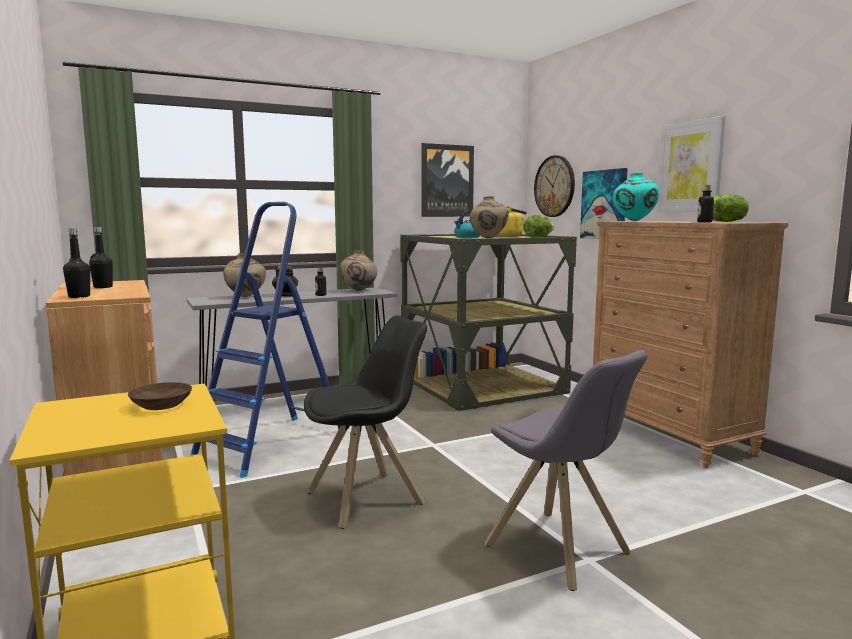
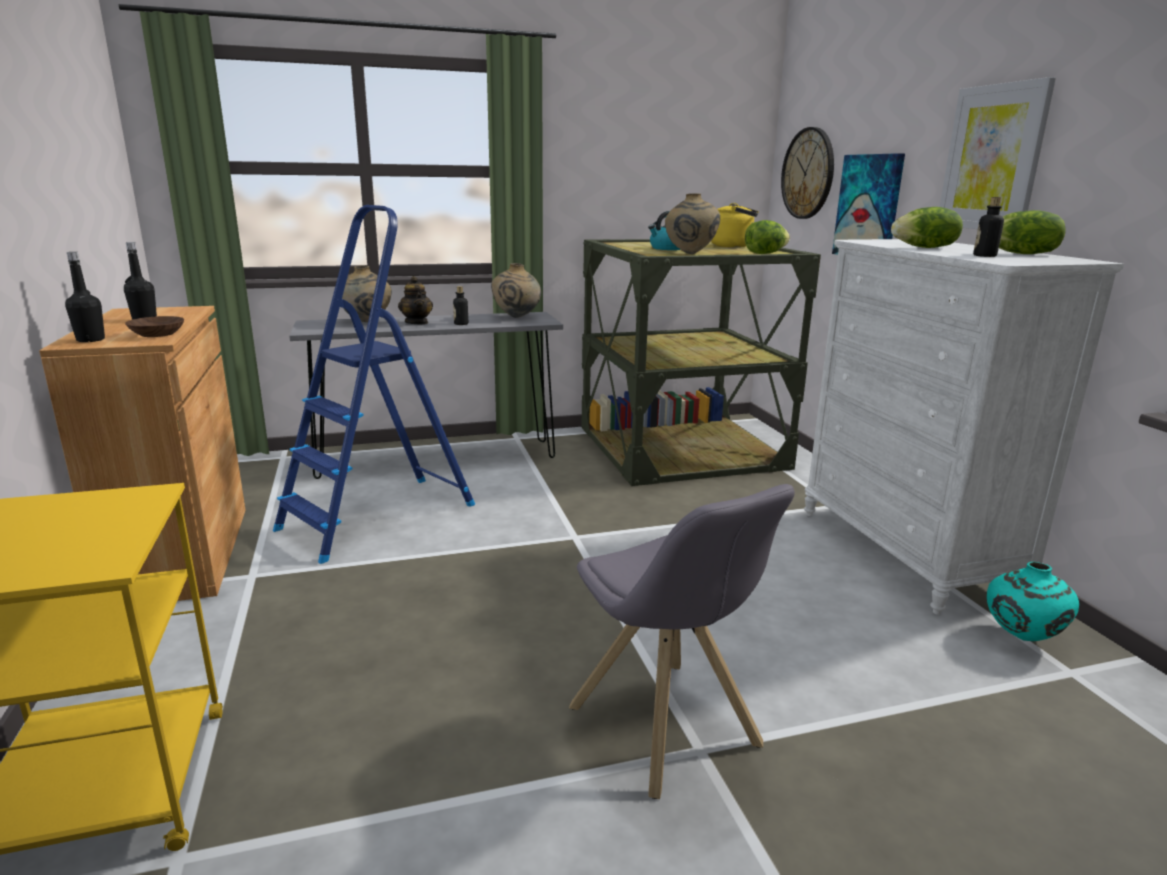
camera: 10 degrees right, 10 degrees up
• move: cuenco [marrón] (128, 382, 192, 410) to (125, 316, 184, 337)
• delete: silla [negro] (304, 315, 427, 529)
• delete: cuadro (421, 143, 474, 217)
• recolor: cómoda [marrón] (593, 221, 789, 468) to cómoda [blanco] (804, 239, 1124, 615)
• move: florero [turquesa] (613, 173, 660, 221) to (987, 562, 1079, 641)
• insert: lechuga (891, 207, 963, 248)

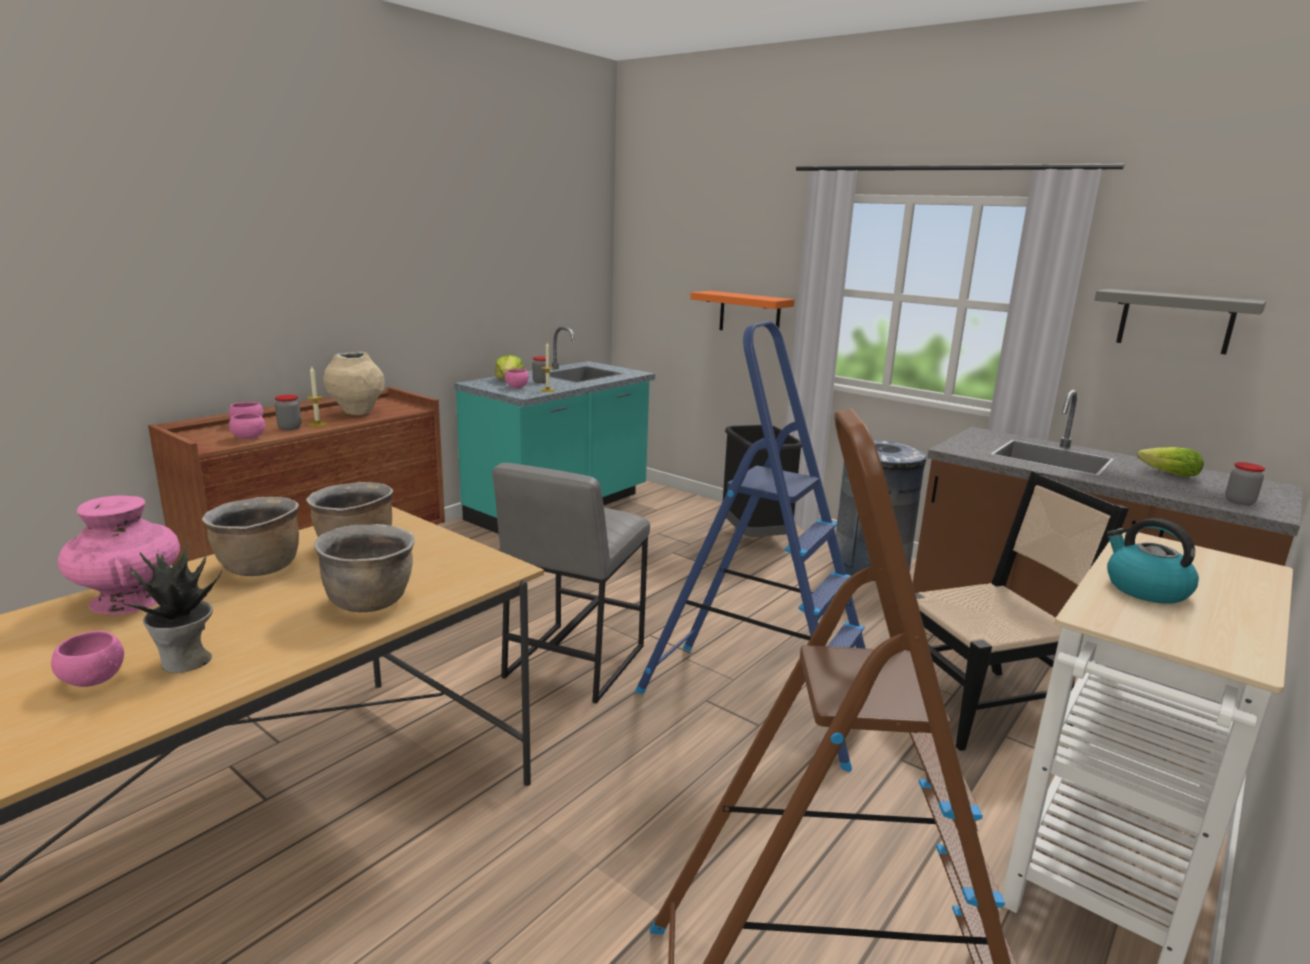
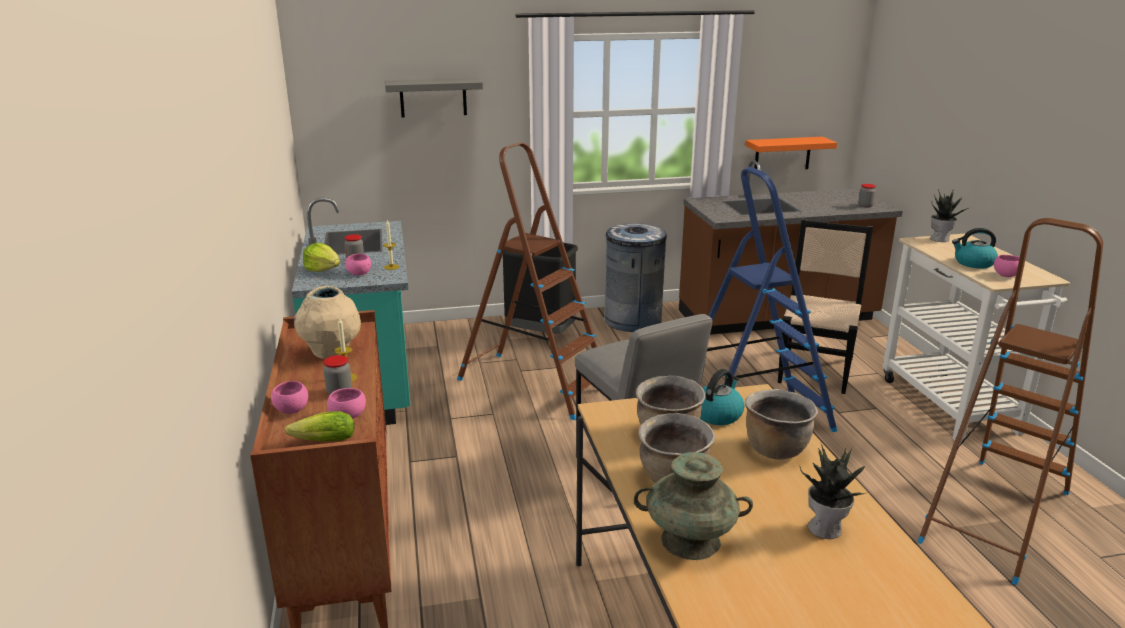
camera: 50 degrees left, 5 degrees up
• move: cuenco [rosa] (51, 631, 124, 687) to (994, 255, 1020, 277)
• recolor: florero [rosa] (58, 496, 180, 615) to florero [turquesa] (634, 452, 753, 560)
• move: estante [naranja] (690, 291, 795, 330) to (745, 137, 837, 169)
• move: estante [gris] (1095, 289, 1266, 355) to (385, 78, 483, 117)
• move: lechuga (1138, 447, 1204, 476) to (285, 411, 354, 441)
• insert: escalera de tijera [marrón] (457, 142, 597, 420)
• insert: hervidor (700, 369, 745, 425)
• insert: planta en maceta (930, 190, 970, 242)

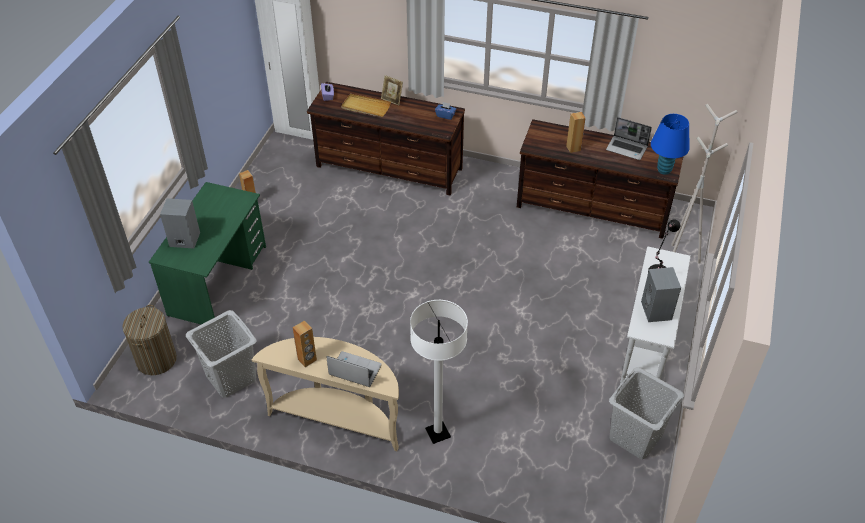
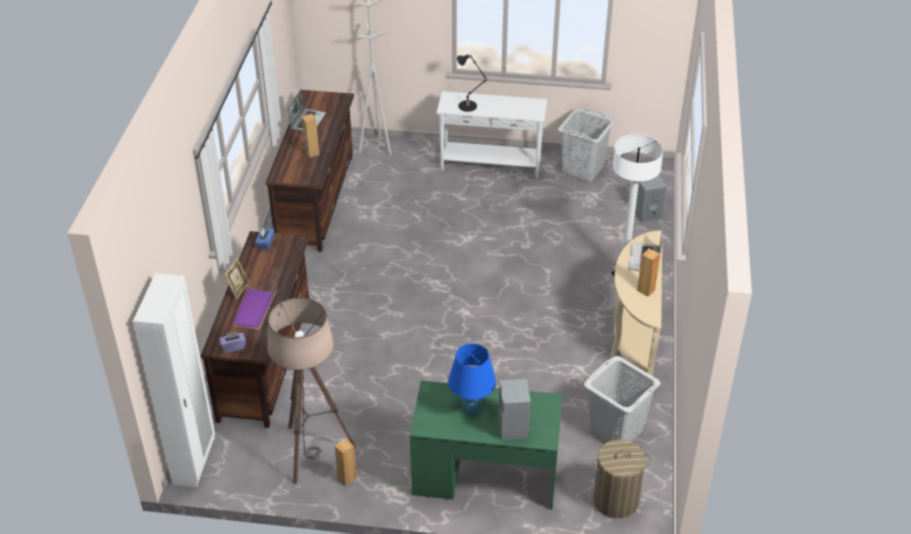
camera: 100 degrees left, 5 degrees down
• recolor: bandeja [beis] (341, 94, 391, 117) to bandeja [morado] (232, 285, 277, 330)
• move: altavoz [gris] (641, 267, 681, 322) to (635, 175, 667, 223)
• move: lámpara de mesa [azul] (651, 114, 690, 175) to (448, 343, 496, 415)
• insert: lámpara de pie (267, 298, 356, 484)

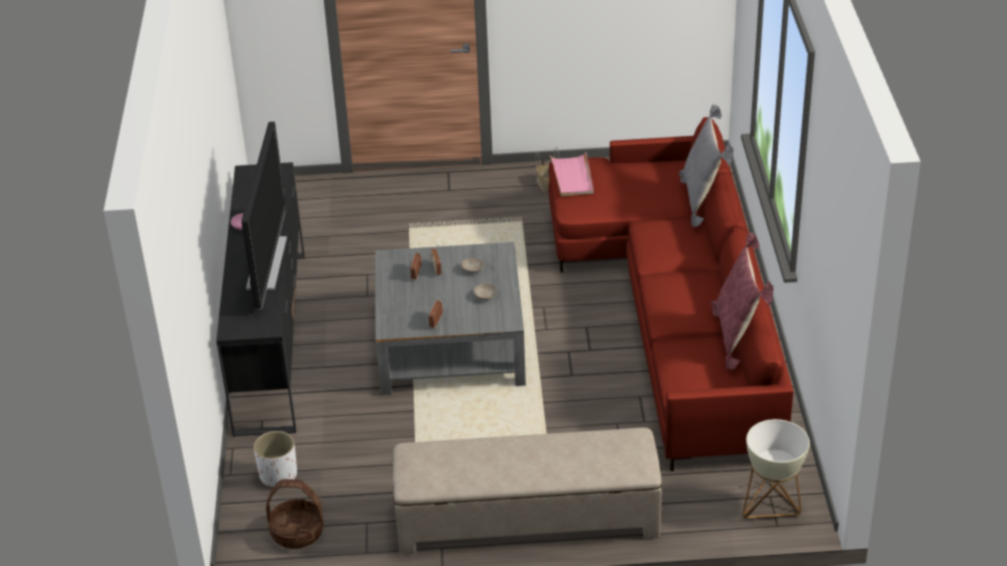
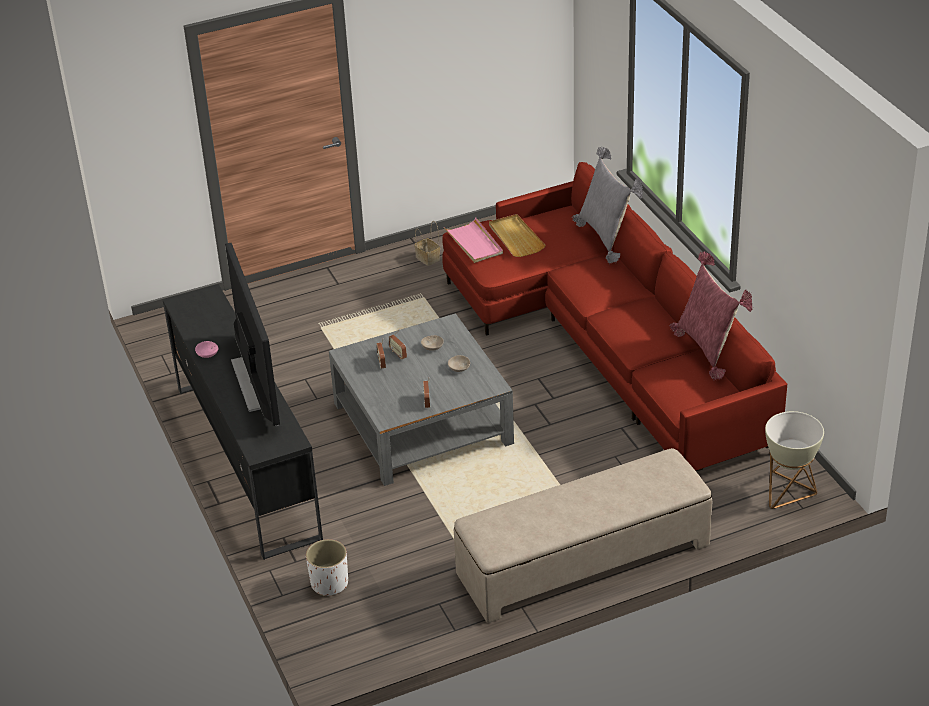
camera: 20 degrees left, 0 degrees up
• delete: cesta (266, 479, 324, 549)
• insert: bandeja [beis] (489, 214, 546, 257)

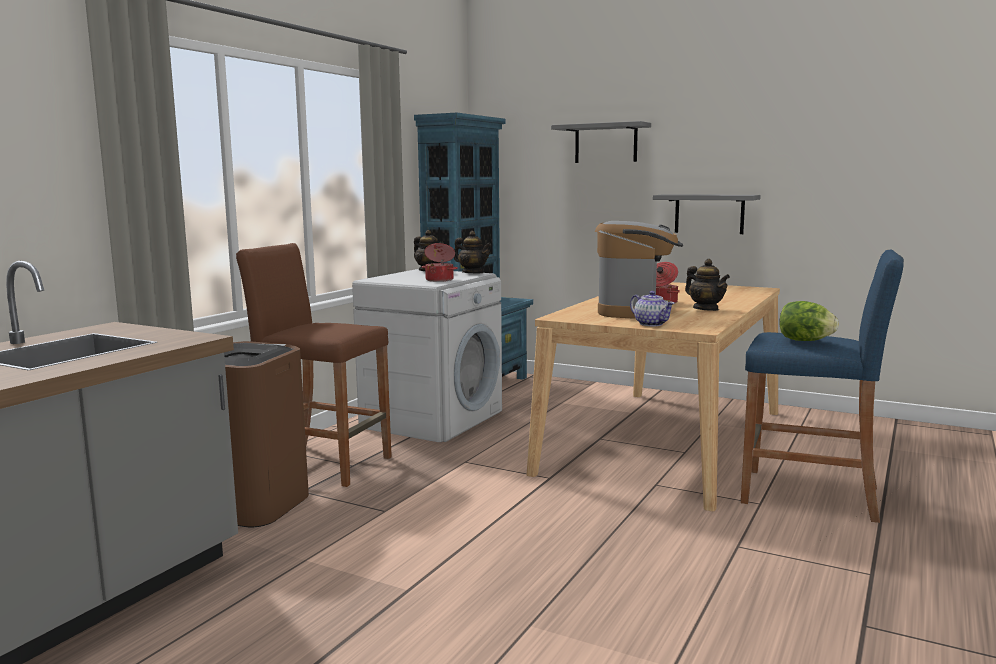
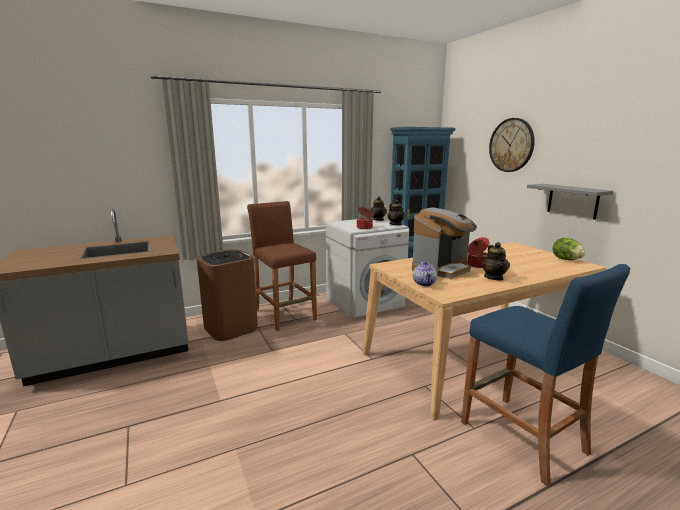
camera: 35 degrees right, 5 degrees up
• replace: estante [gris] (551, 121, 651, 163) to reloj de pared (489, 118, 535, 172)
• move: lechuga (779, 301, 839, 341) to (553, 238, 586, 260)

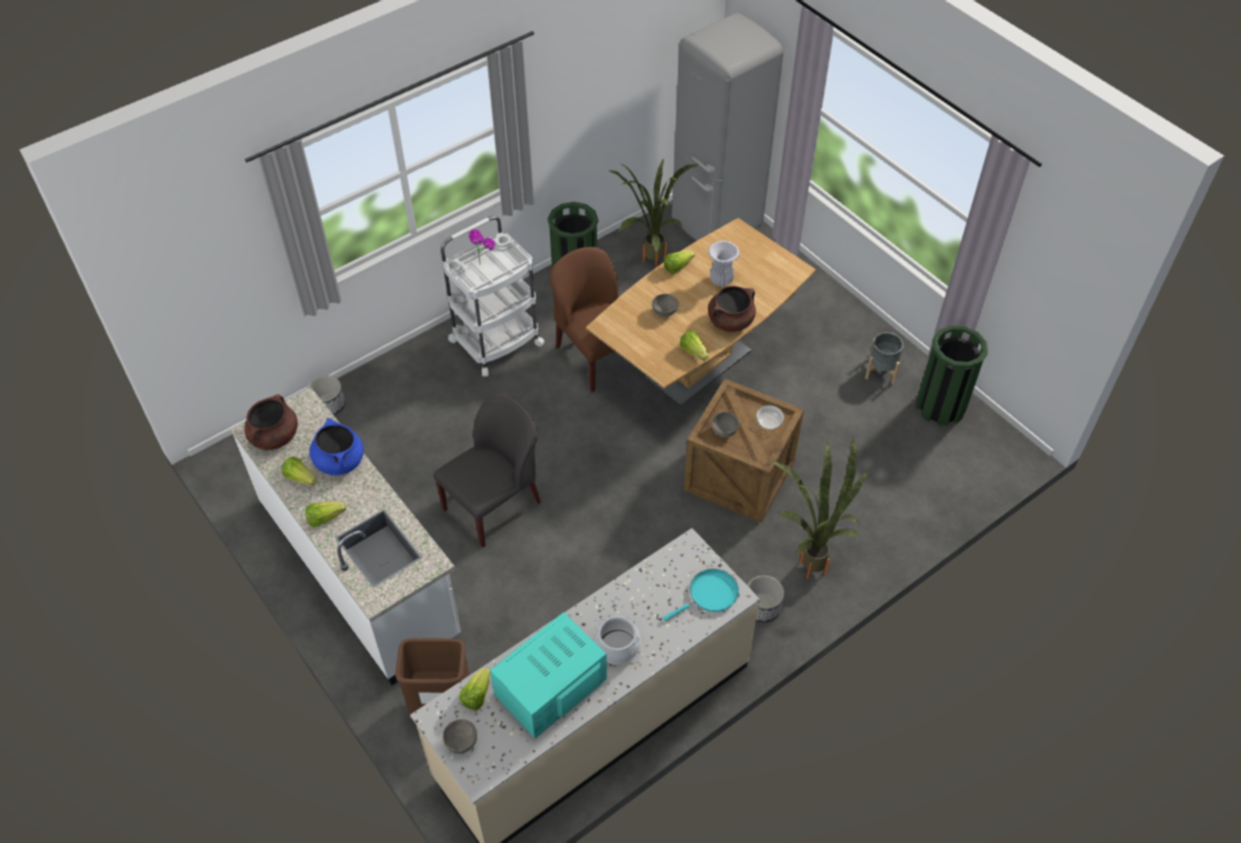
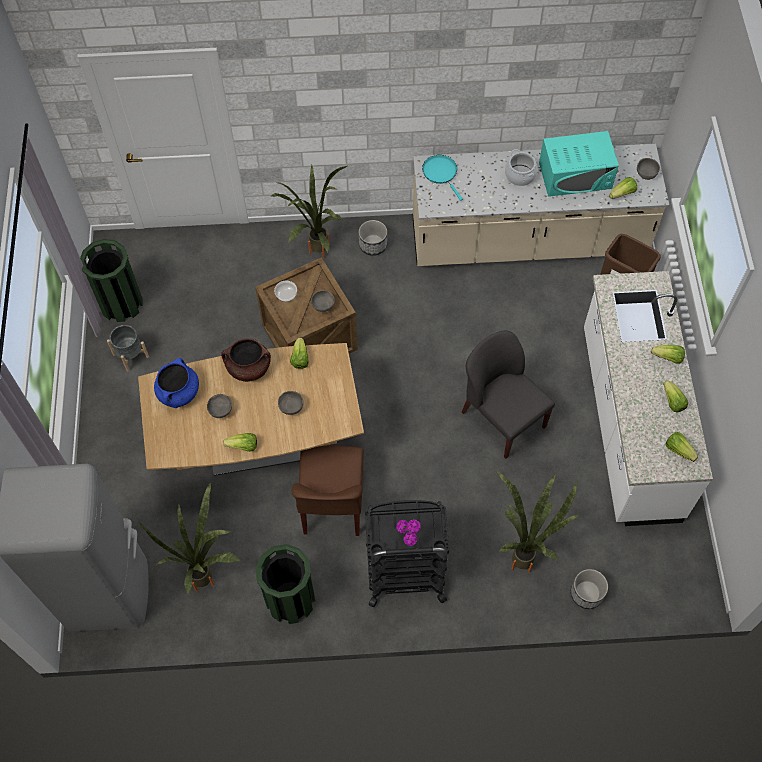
camera: 145 degrees left, 10 degrees up
• replace: olla [marrón] (244, 394, 298, 451) to lechuga (665, 432, 698, 462)
• move: olla [azul] (309, 418, 364, 475) to (154, 358, 199, 408)
• rotate: silla [gris] (433, 393, 541, 548) = (462, 330, 555, 459) 60 degrees clockwise
• recolor: carrito [blanco] (441, 216, 544, 377) to carrito [negro] (365, 500, 449, 607)
• rotate: sartén [turquesa] (663, 569, 739, 621) = (422, 155, 463, 201) 60 degrees clockwise
• replace: florero [blanco] (708, 241, 740, 287) to cuenco [gris] (207, 394, 232, 418)
• insert: planta en maceta (495, 470, 579, 573)

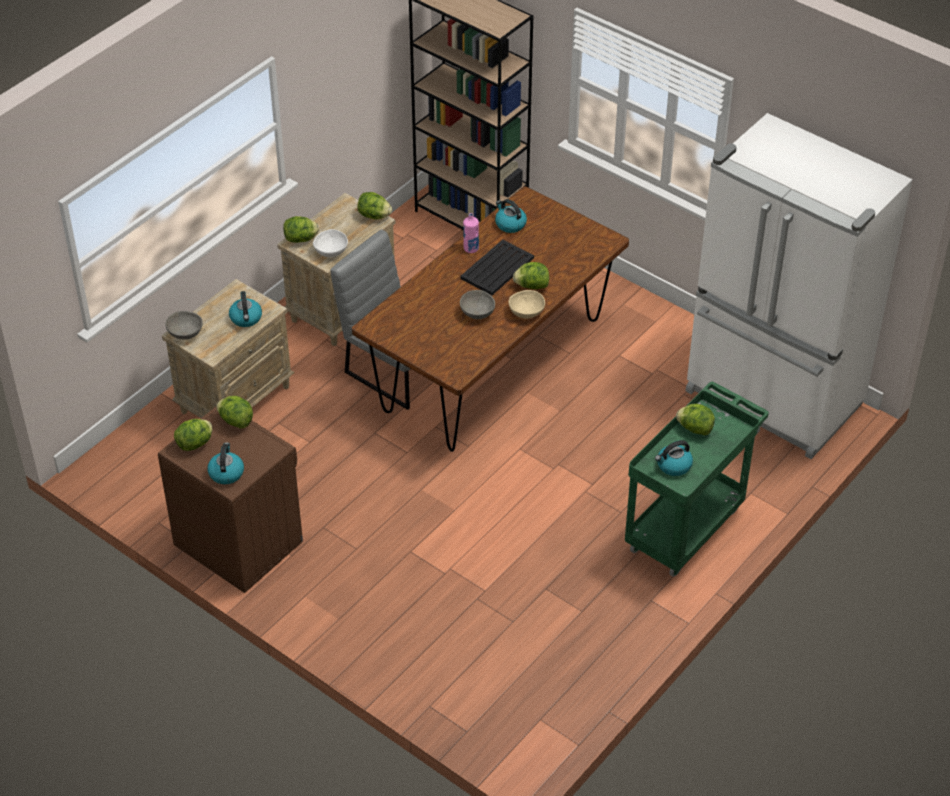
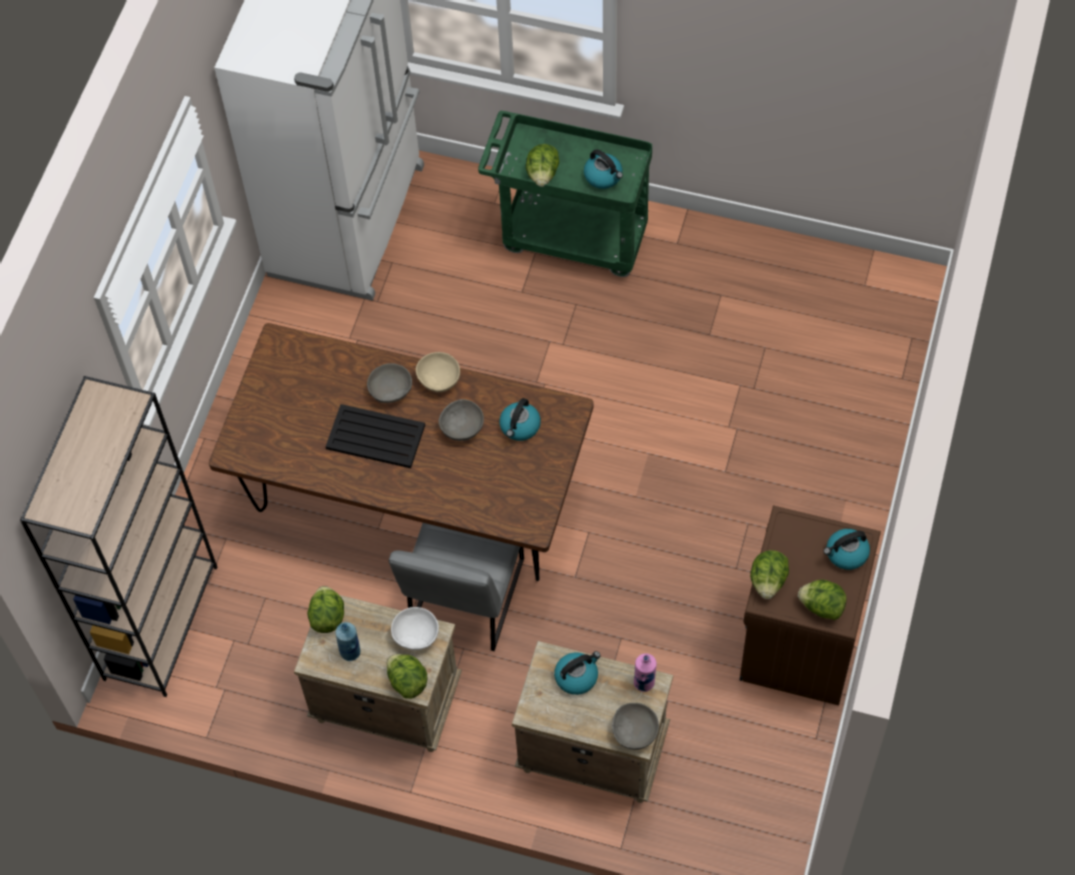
camera: 110 degrees left, 15 degrees up
• move: botella [rosa] (463, 213, 479, 253) to (634, 653, 657, 692)
• move: hervidor (495, 199, 527, 233) to (499, 398, 541, 441)
• replace: lechuga (513, 262, 549, 289) to cuenco [gris] (367, 363, 412, 403)
• insert: botella [azul] (335, 622, 360, 661)

